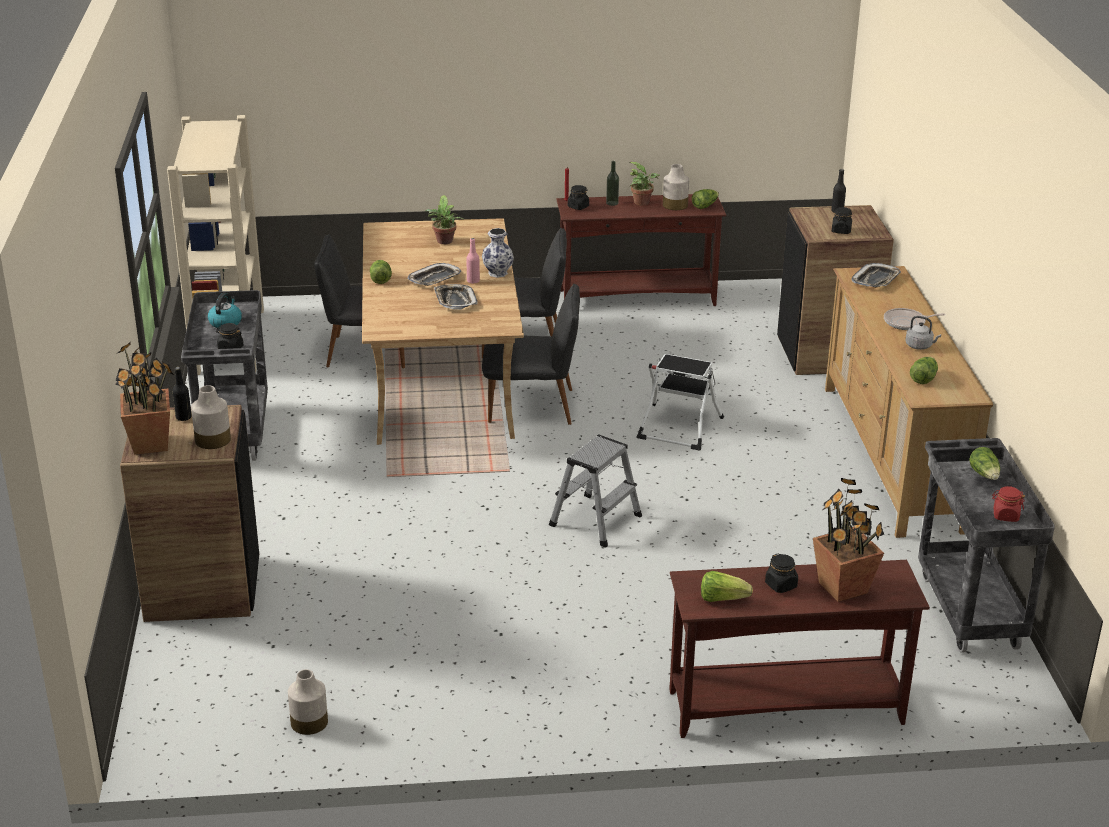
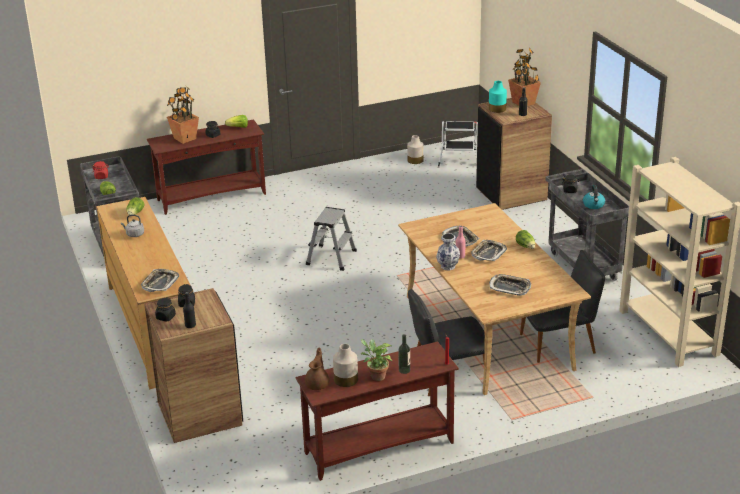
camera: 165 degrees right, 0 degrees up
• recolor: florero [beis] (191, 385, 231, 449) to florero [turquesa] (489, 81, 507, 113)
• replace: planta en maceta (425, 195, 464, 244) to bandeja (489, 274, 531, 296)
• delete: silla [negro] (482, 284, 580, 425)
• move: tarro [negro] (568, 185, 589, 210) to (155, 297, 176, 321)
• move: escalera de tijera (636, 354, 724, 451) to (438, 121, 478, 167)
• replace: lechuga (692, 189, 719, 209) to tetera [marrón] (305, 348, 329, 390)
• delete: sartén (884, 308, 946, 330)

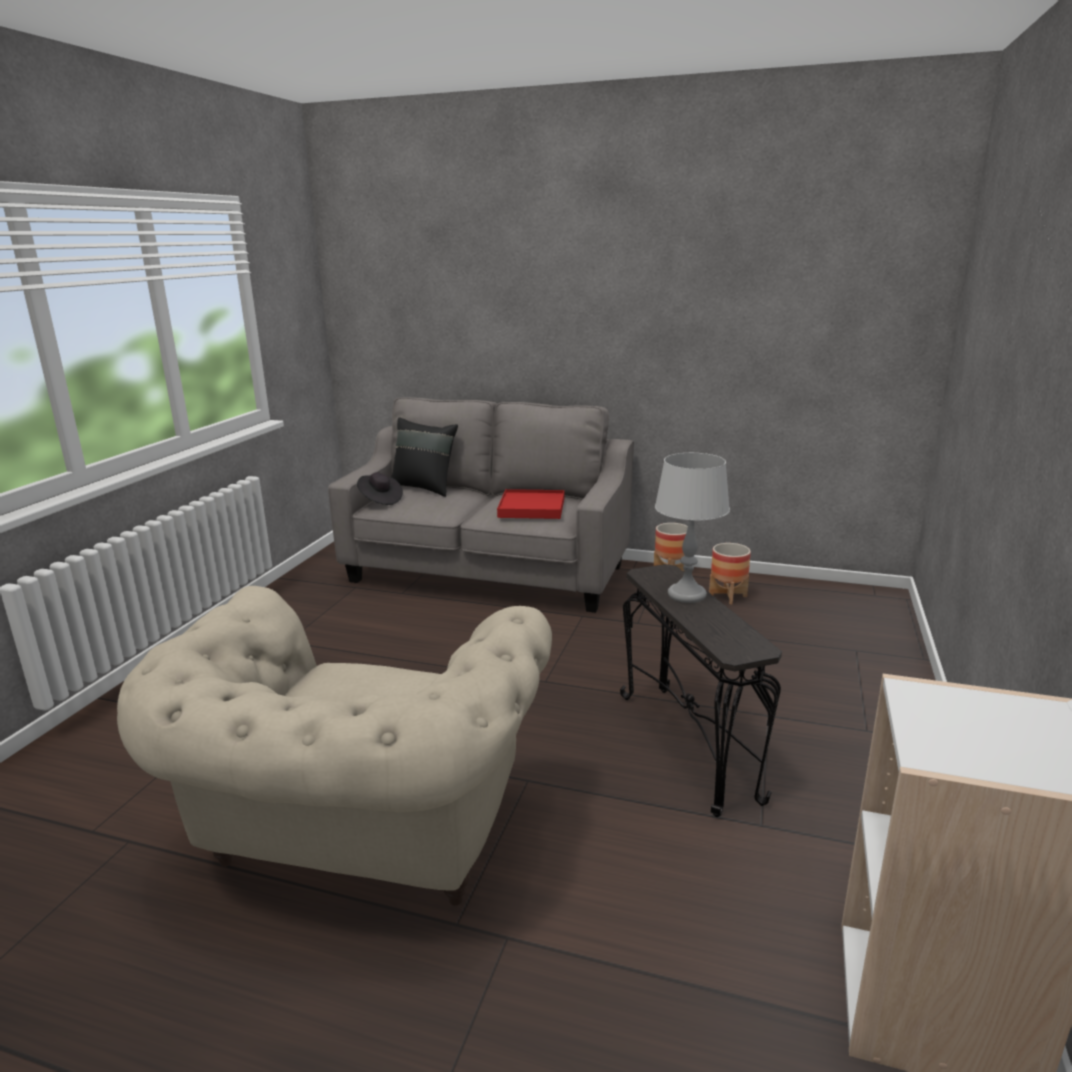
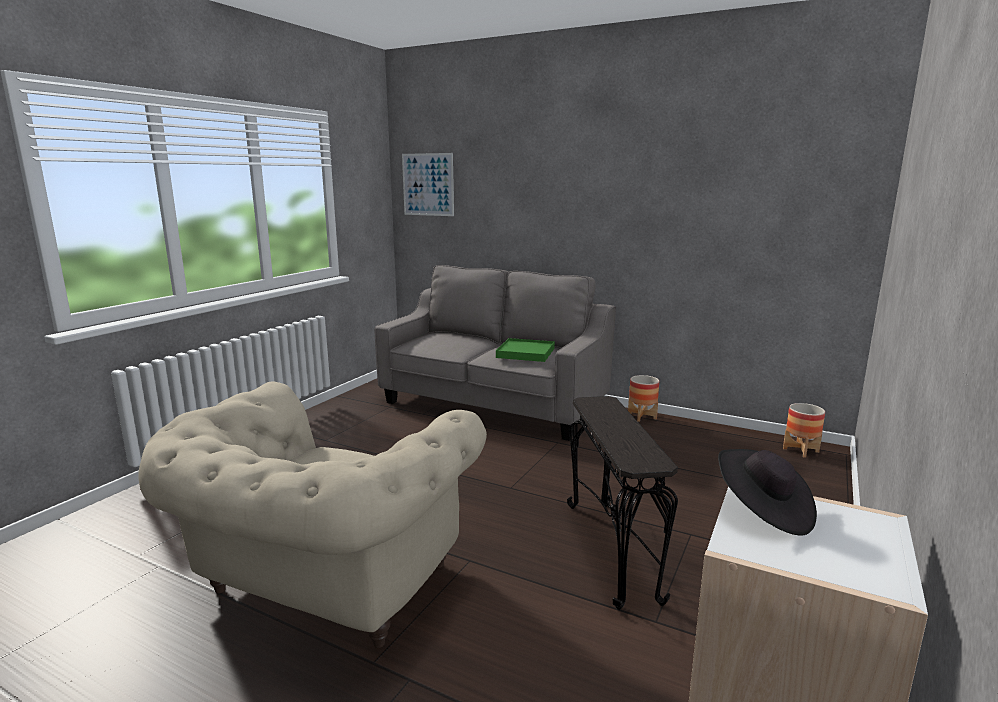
camera: 10 degrees right, 5 degrees down
• move: sombrero [negro] (357, 472, 403, 505) to (718, 449, 817, 536)
• delete: cojín [negro] (391, 417, 458, 497)
• recolor: bandeja [rojo] (497, 489, 564, 519) to bandeja [verde] (496, 338, 555, 362)
• delete: lámpara de mesa [gris] (655, 453, 730, 603)
• move: maceta (709, 543, 751, 604) to (783, 403, 825, 458)
• insert: cuadro (402, 153, 454, 216)

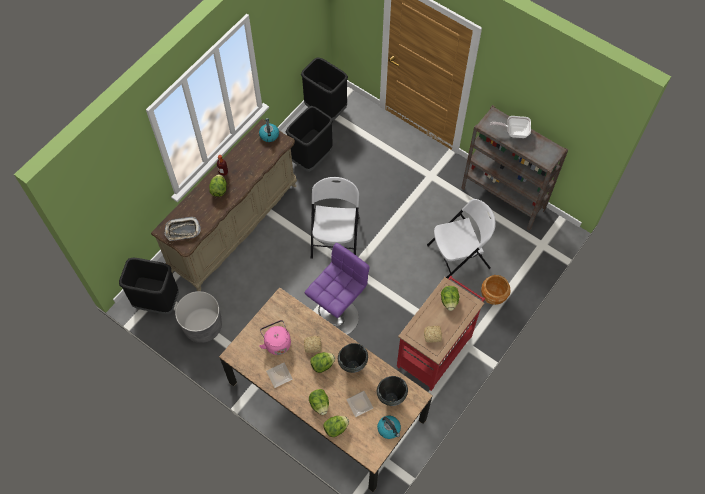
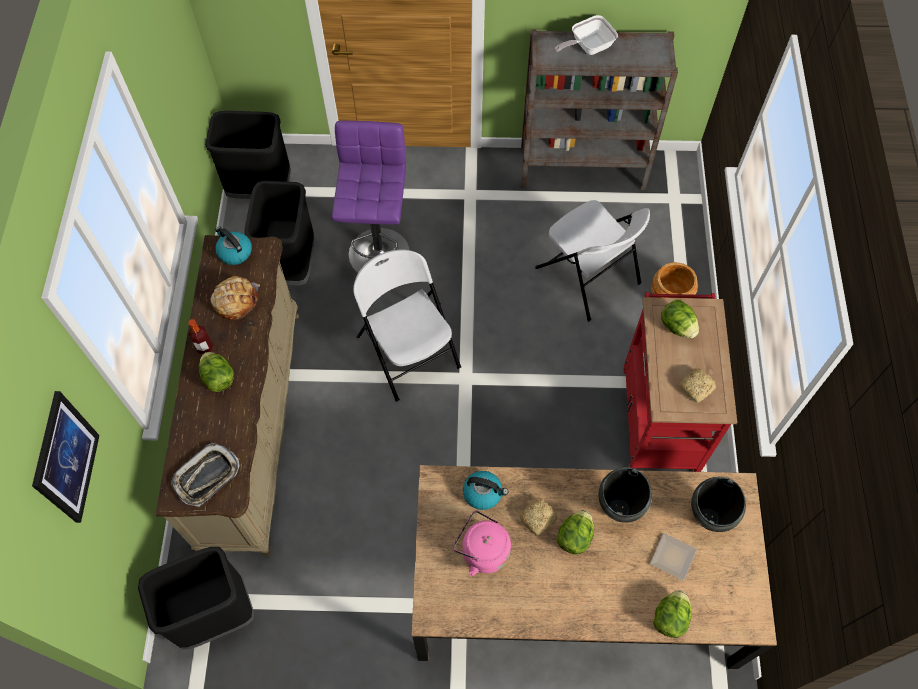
camera: 35 degrees left, 0 degrees up
• delete: maceta [gris] (175, 291, 222, 343)
• delete: plato (266, 363, 293, 388)
• move: taburete [morado] (305, 243, 370, 334) to (332, 121, 409, 273)
• delete: lechuga (309, 389, 329, 415)
• move: hervidor (377, 416, 401, 439) to (463, 471, 508, 510)
• rotate: silla [blanco] (427, 199, 496, 279) = (535, 200, 650, 322) 105 degrees clockwise
• insert: cuadro (32, 391, 99, 523)
• insert: pan (211, 276, 260, 320)

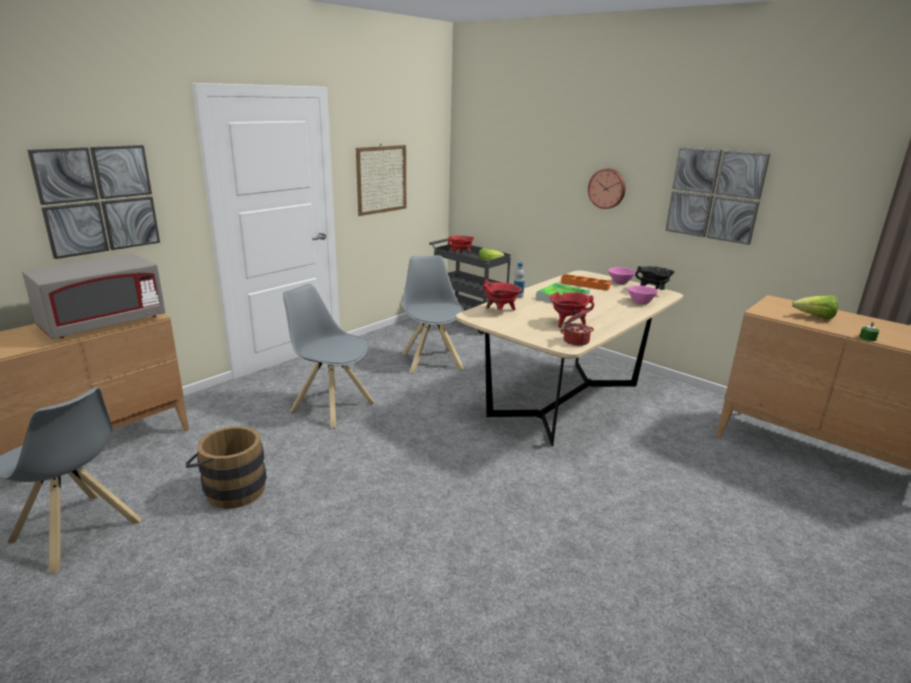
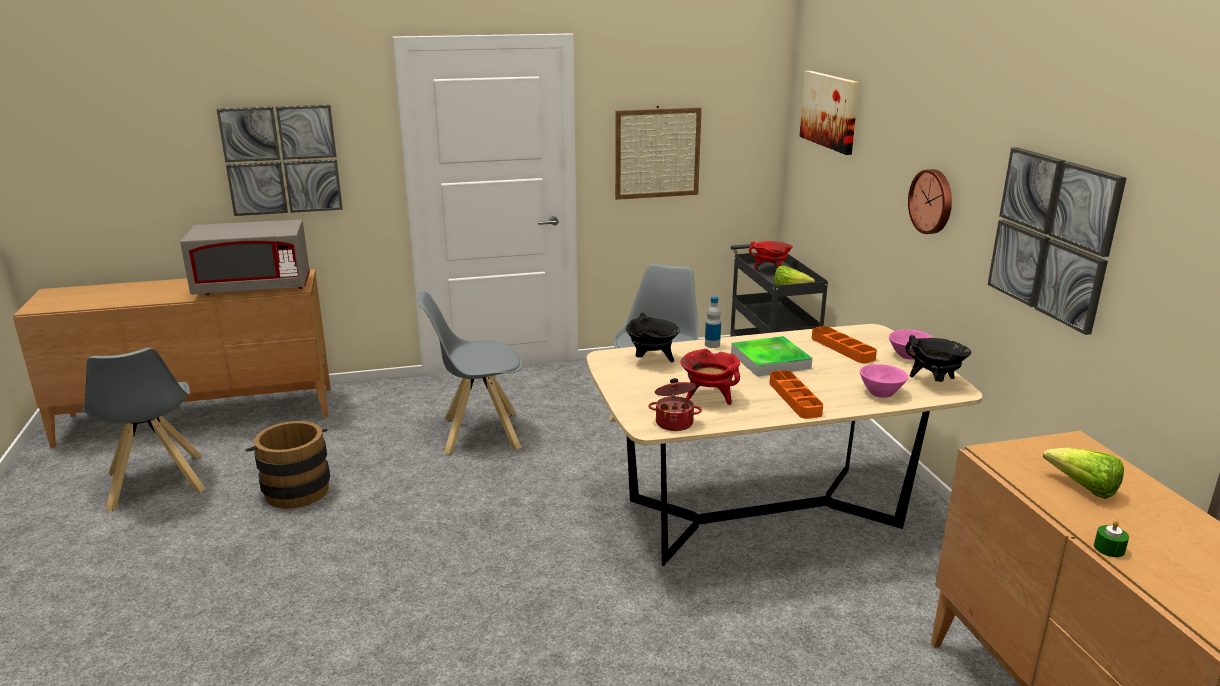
camera: 35 degrees right, 0 degrees up
• rotate: silla [gris] (283, 284, 375, 429) = (417, 291, 522, 455) 75 degrees counterclockwise
• recolor: olla [rojo] (483, 280, 522, 310) to olla [negro] (626, 312, 680, 362)
• insert: bandeja [naranja] (769, 370, 823, 419)
• insert: cuadro (800, 71, 859, 155)

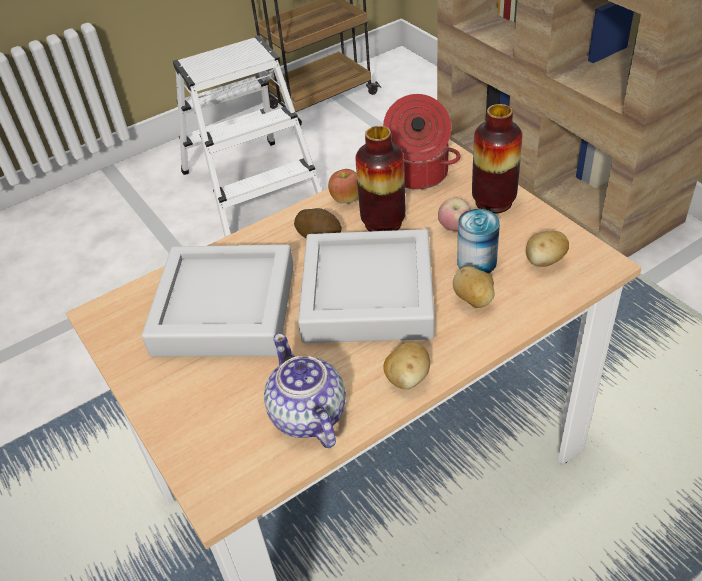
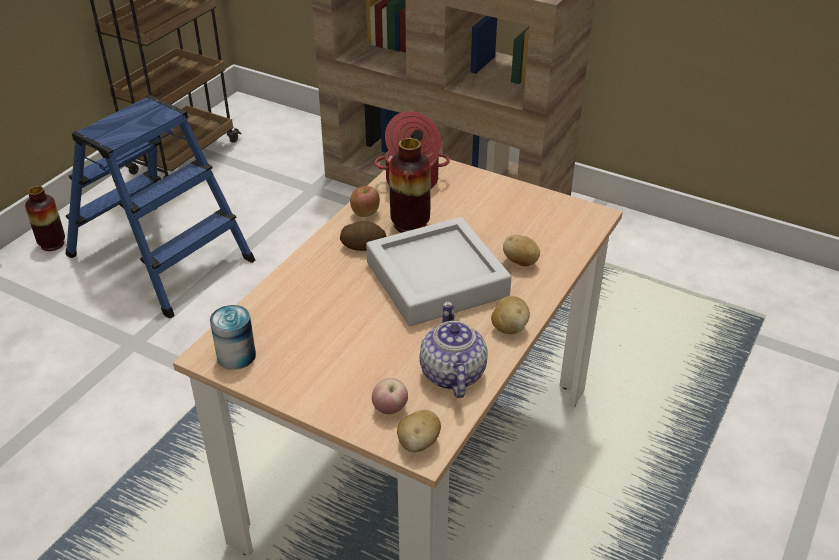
camera: 30 degrees left, 5 degrees down
• delete: bandeja [gris] (142, 245, 294, 357)
• recolor: escalera de tijera [blanco] (173, 35, 322, 237) to escalera de tijera [azul] (66, 95, 255, 318)
• rotate: tetera (264, 334, 346, 448) = (420, 301, 488, 398) 45 degrees clockwise
• move: manzana (438, 198, 471, 231) to (372, 378, 408, 414)
• move: lata (457, 209, 500, 273) to (210, 305, 256, 370)
• move: florero (472, 104, 523, 214) to (25, 186, 65, 251)
• move: patata (526, 230, 569, 267) to (397, 410, 441, 452)

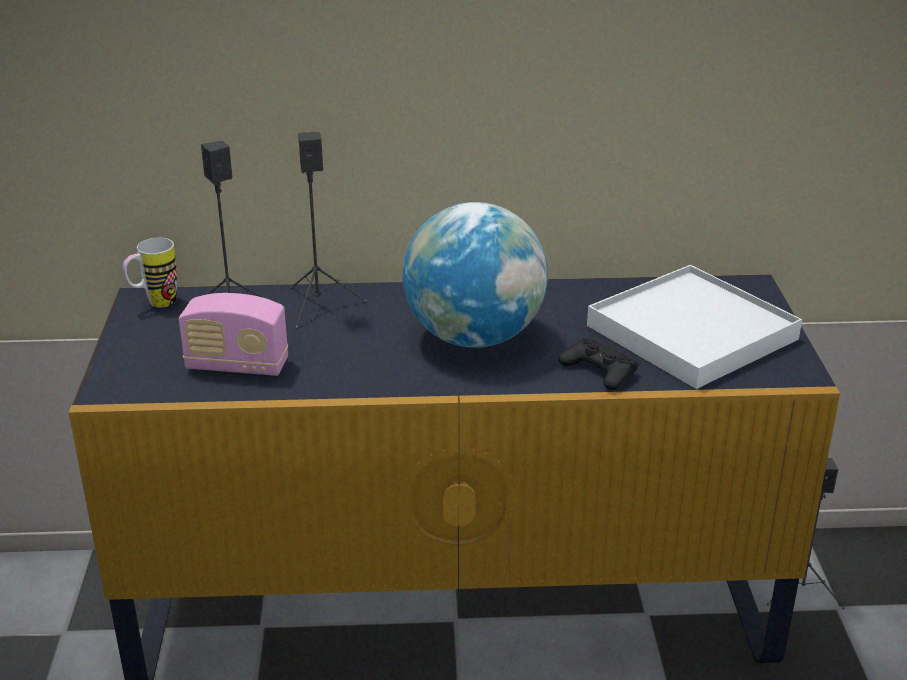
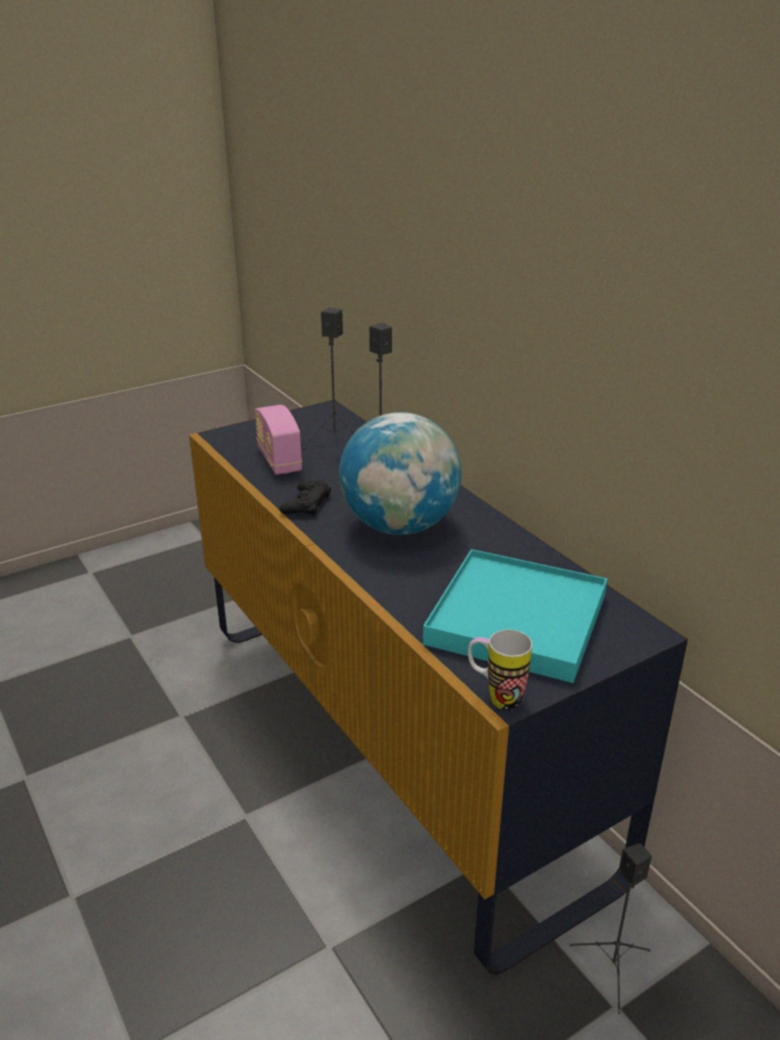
camera: 60 degrees right, 0 degrees up
• move: taza grande (123, 238, 177, 308) to (468, 630, 532, 710)
• move: mando de consola [negro] (559, 338, 639, 390) to (279, 480, 331, 515)
• recolor: bandeja [blanco] (587, 265, 802, 389) to bandeja [turquesa] (423, 549, 607, 683)

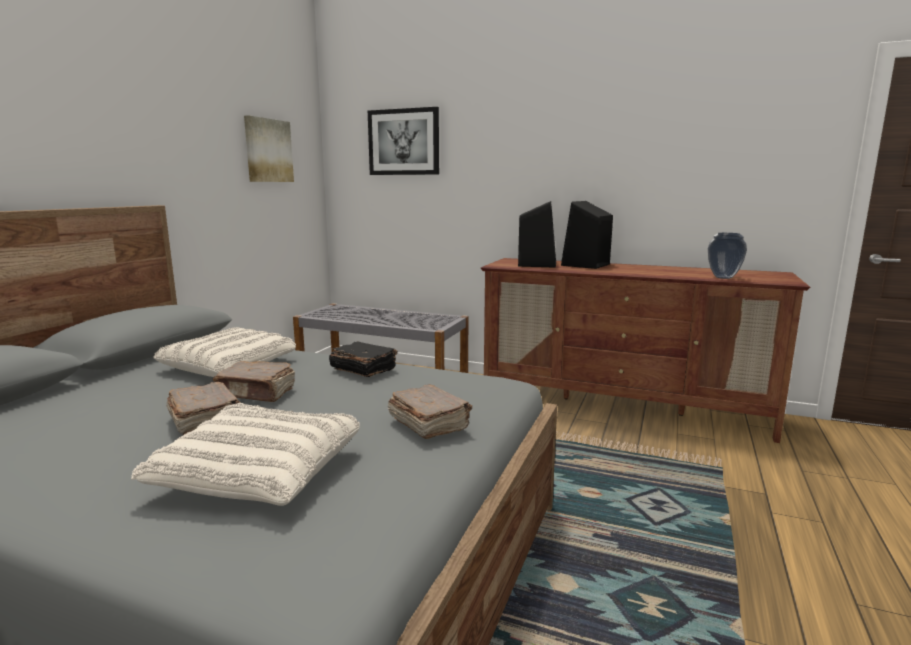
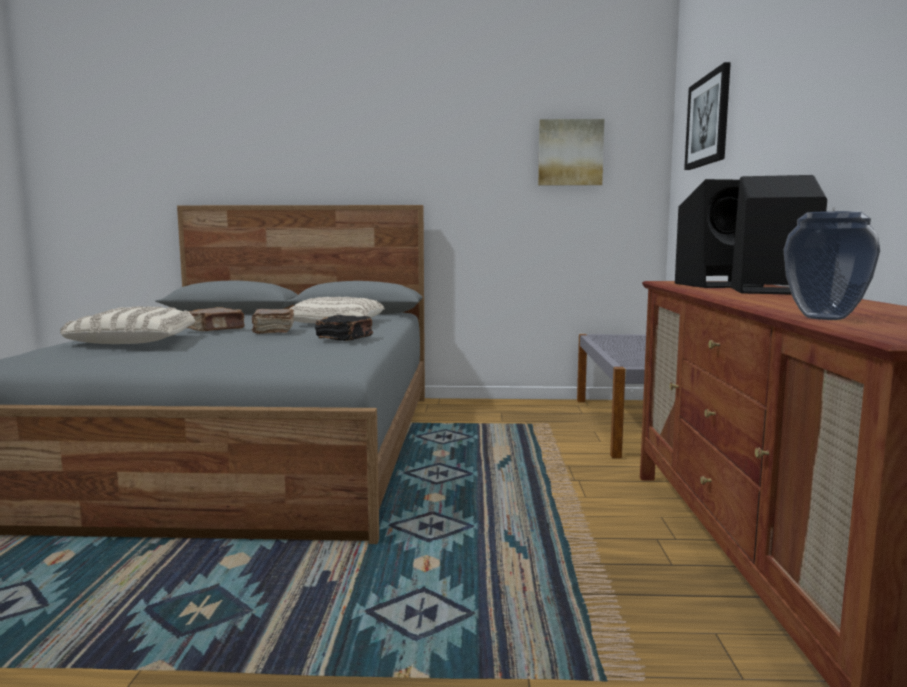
camera: 70 degrees right, 5 degrees down
• delete: libro [marrón] (388, 384, 472, 439)

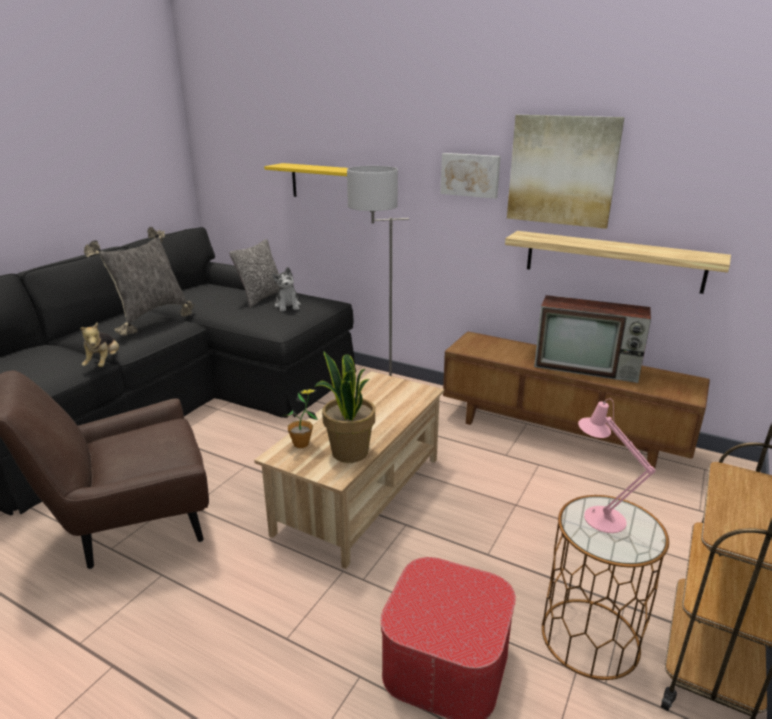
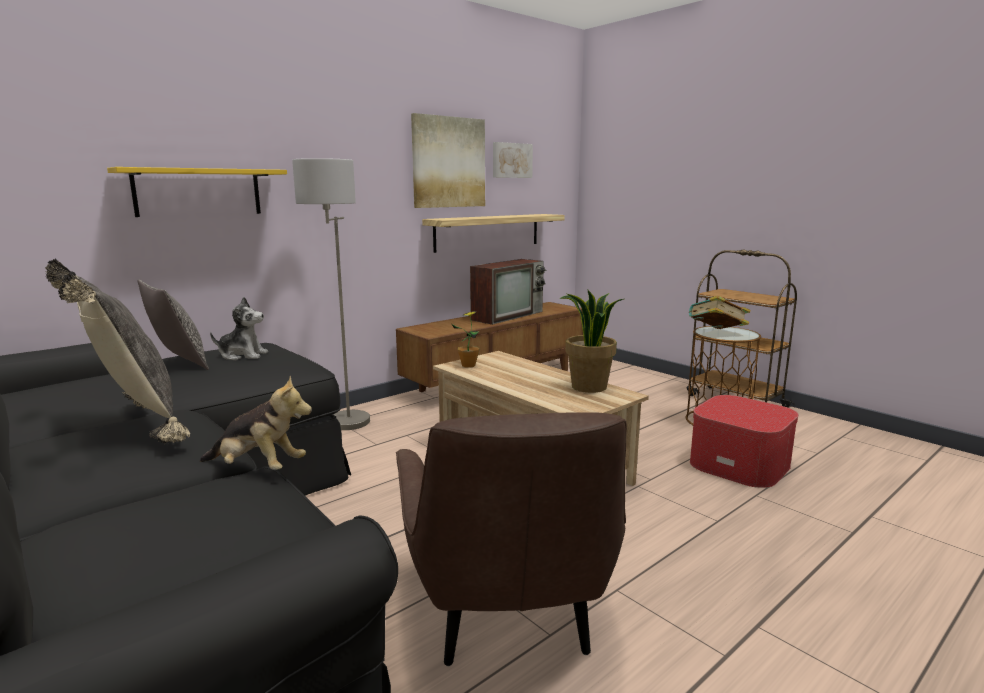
camera: 70 degrees left, 10 degrees down
• move: planta en maceta (281, 389, 318, 448) to (452, 311, 480, 368)
• move: cuadro (440, 153, 501, 199) to (493, 142, 533, 178)
• replace: lámpara de mesa [rosa] (578, 399, 655, 533) to libro (689, 296, 750, 329)

